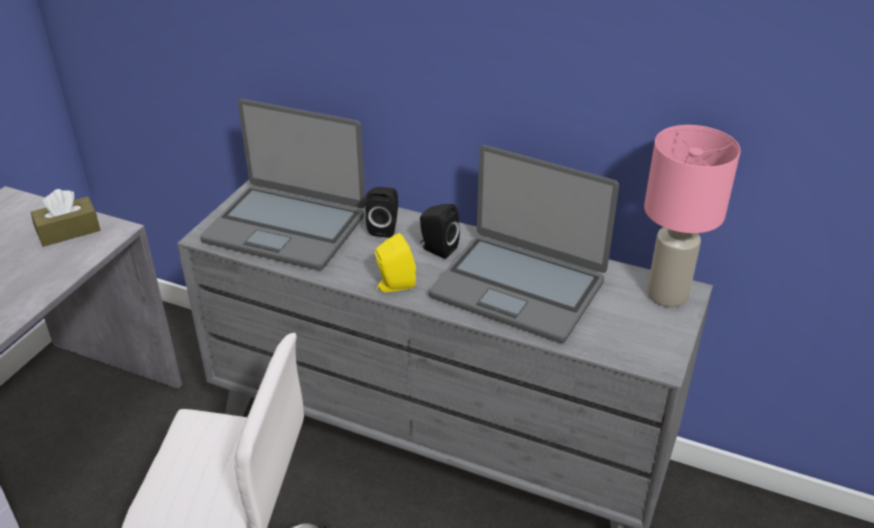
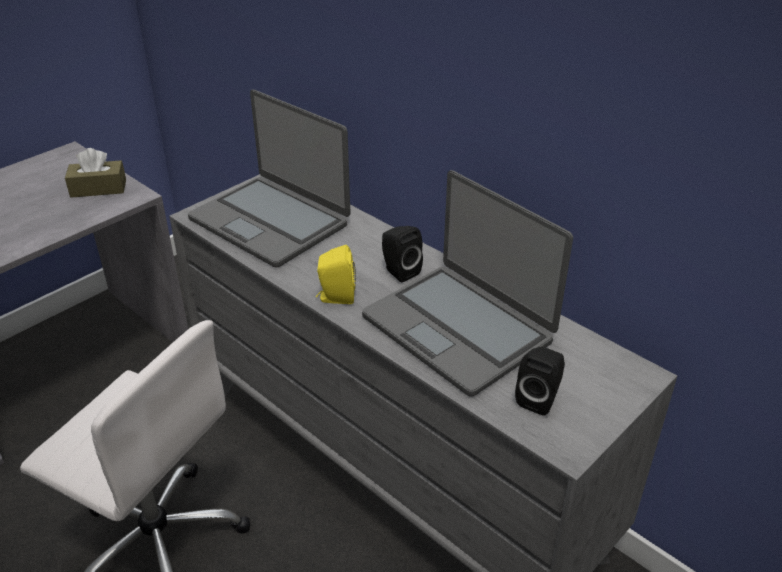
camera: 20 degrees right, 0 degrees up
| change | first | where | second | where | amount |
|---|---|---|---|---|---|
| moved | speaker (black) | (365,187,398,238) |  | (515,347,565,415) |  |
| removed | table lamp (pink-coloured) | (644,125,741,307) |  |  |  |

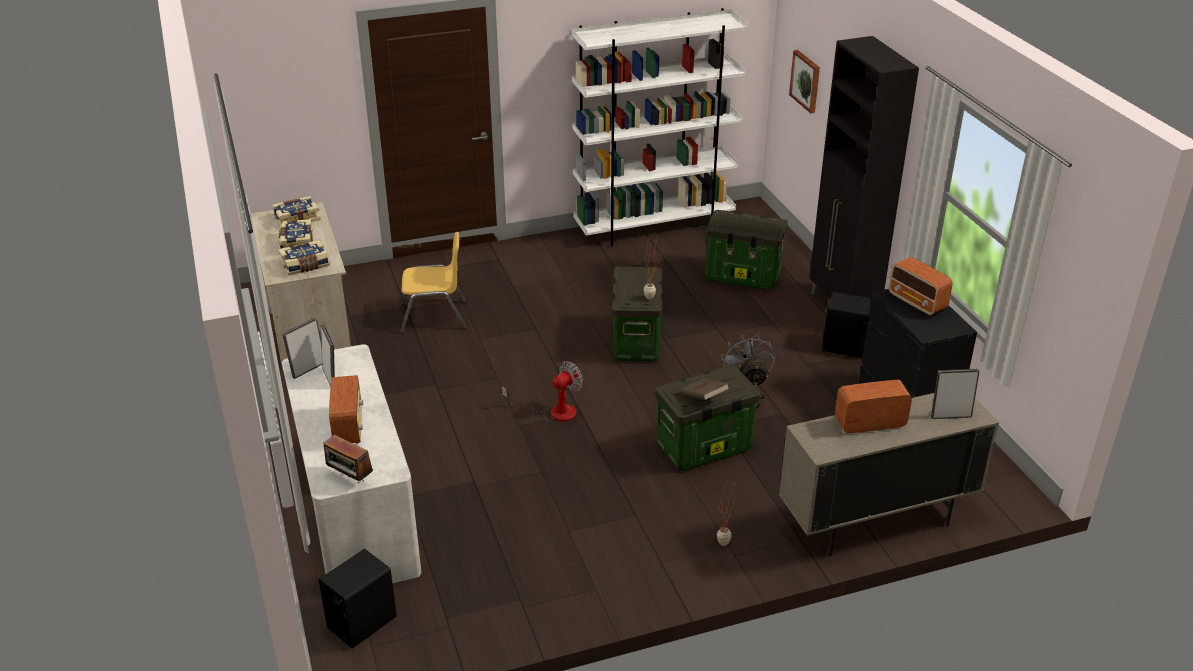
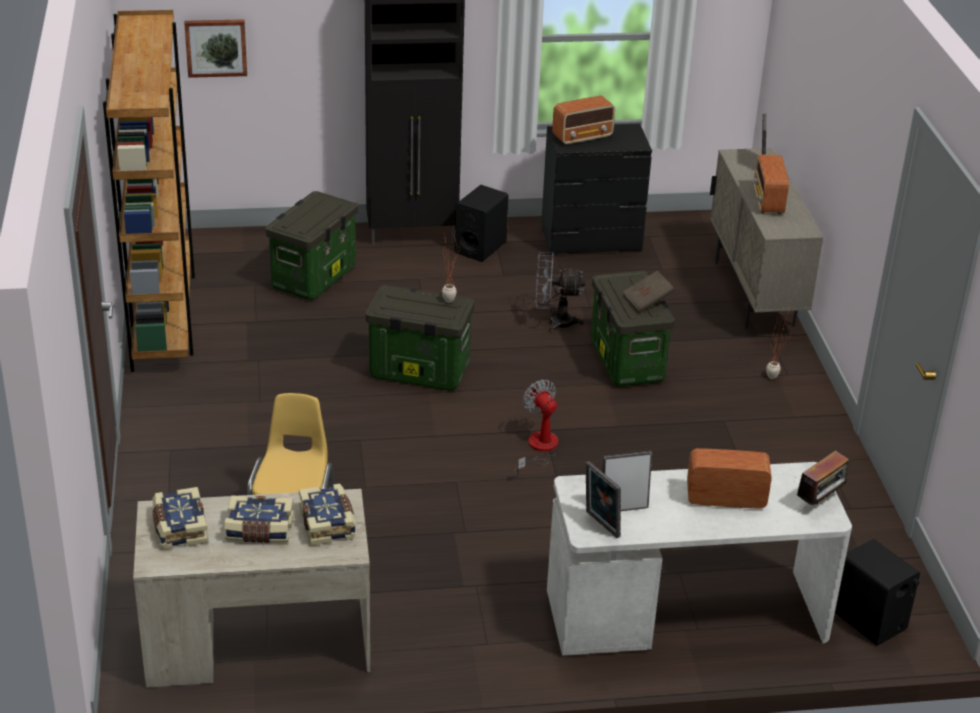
camera: 80 degrees left, 0 degrees up
| change | first | where | second | where | amount |
|---|---|---|---|---|---|
| recoloured | shelving unit (white-coloured) | (571,8,749,247) | shelving unit (brown-coloured) | (103,10,195,372) |  |

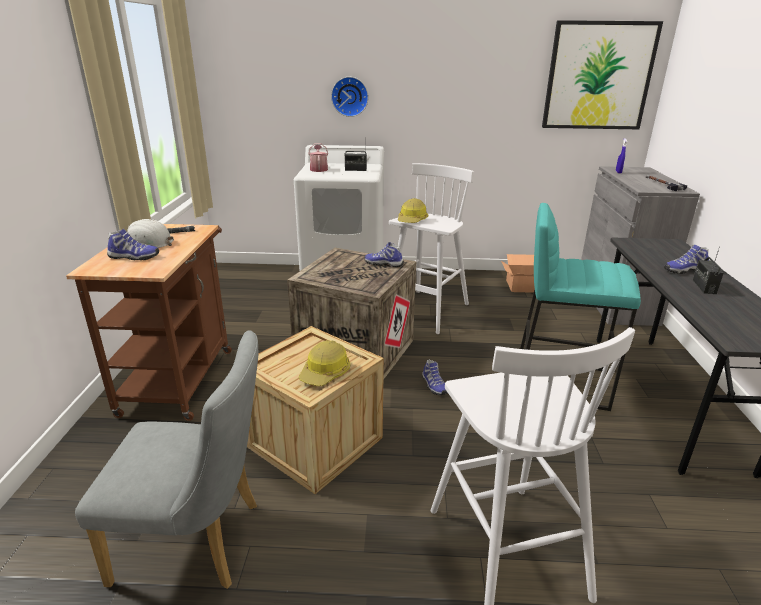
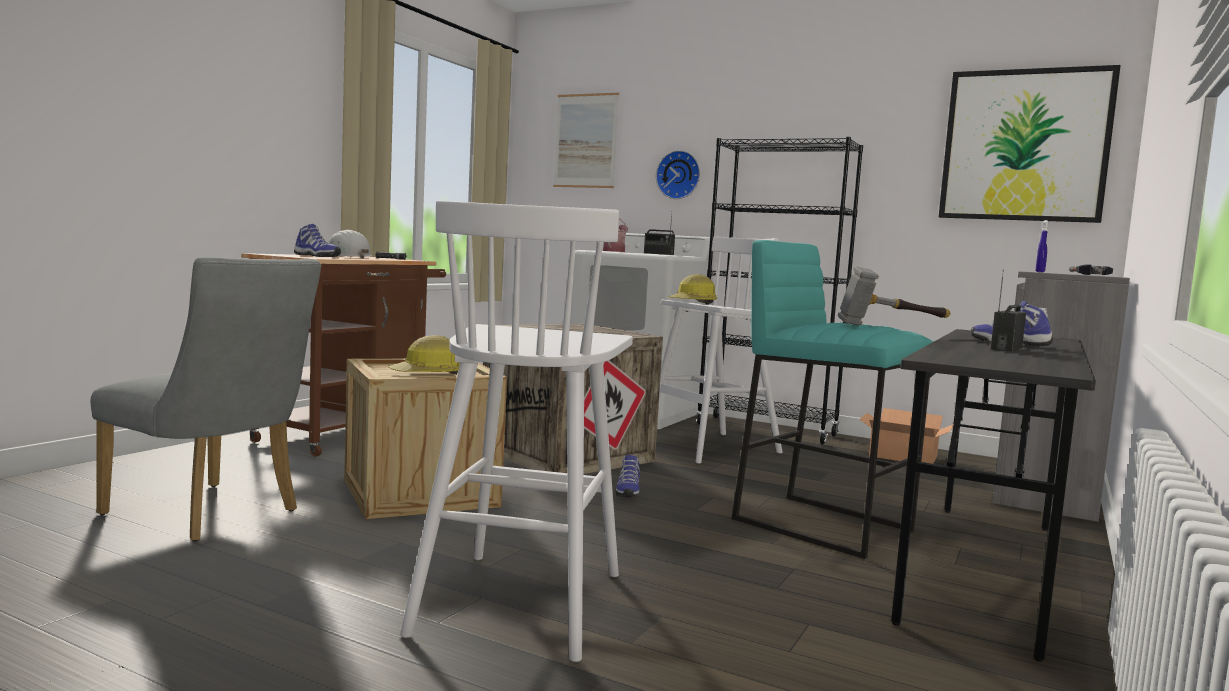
camera: 25 degrees right, 20 degrees down
| change | first | where | second | where | amount |
|---|---|---|---|---|---|
| removed | item of footwear | (364,242,404,267) |  |  |  |
| added |  |  | picture | (553,93,619,188) |  |
| added |  |  | shelving unit (black) | (696,137,863,445) |  |
| added |  |  | tool hammer | (838,267,950,325) |  |

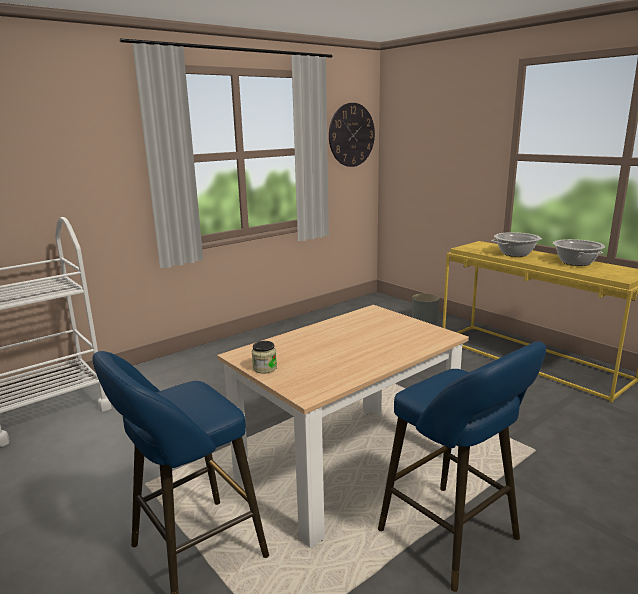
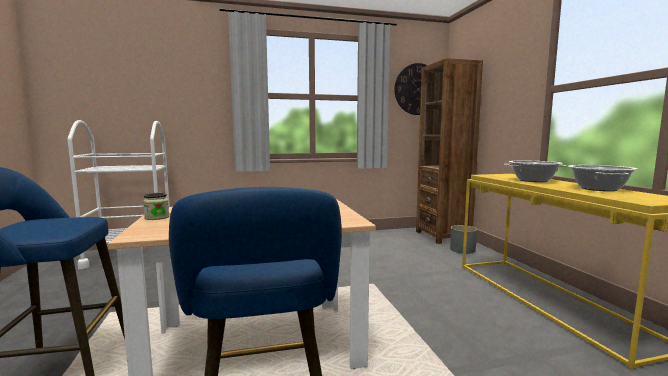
camera: 25 degrees right, 10 degrees down
| change | first | where | second | where | amount |
|---|---|---|---|---|---|
| added |  |  | shelving unit (brown-coloured) | (416,58,483,244) |  |

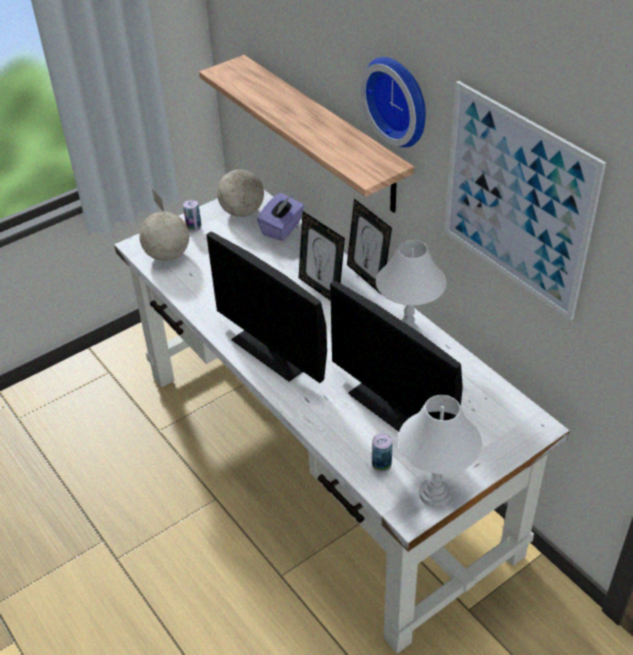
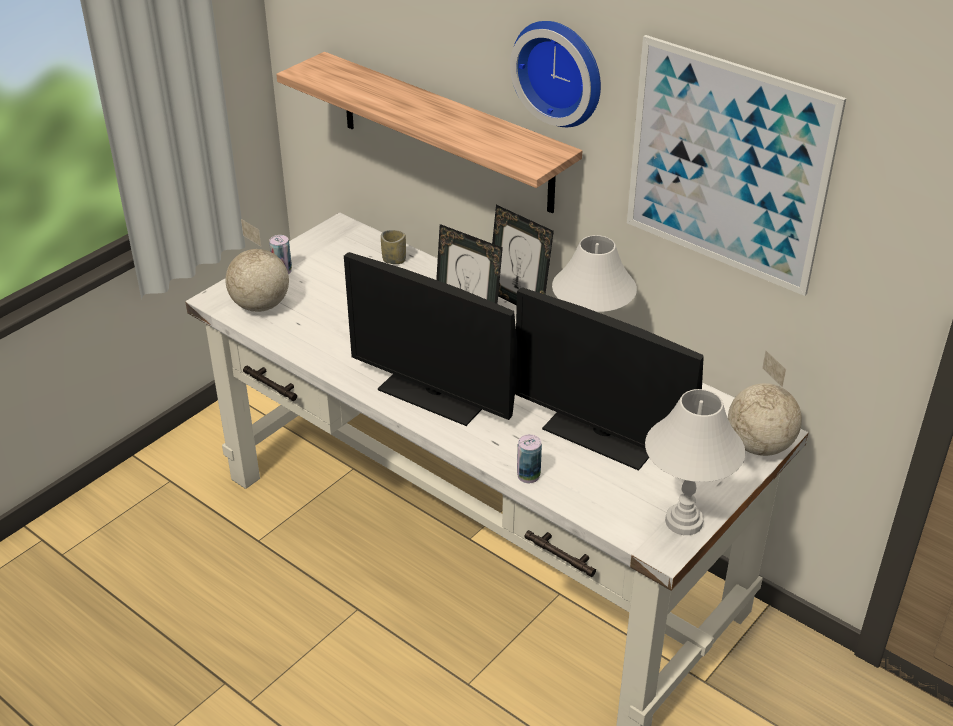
camera: 15 degrees left, 5 degrees down
| change | first | where | second | where | amount |
|---|---|---|---|---|---|
| moved | desk globe | (217,149,264,217) |  | (728,350,802,456) |  |
| replaced | tissue holder (purple-coloured) | (257,193,304,241) | small cup | (381,230,406,264) |  |
| moved | can | (372,433,392,473) |  | (517,434,542,483) |  |

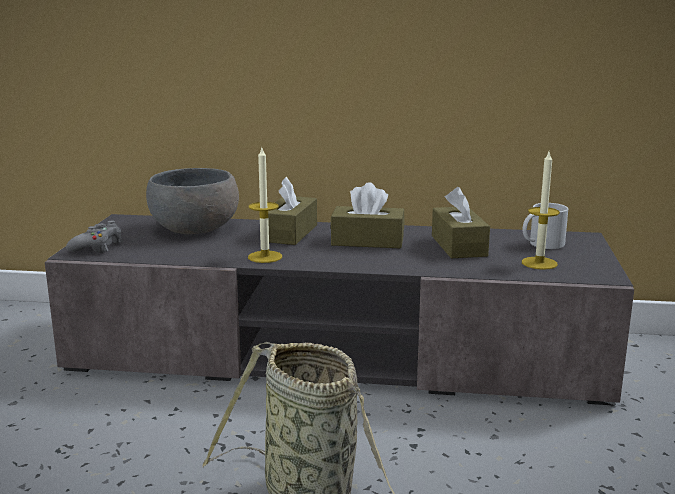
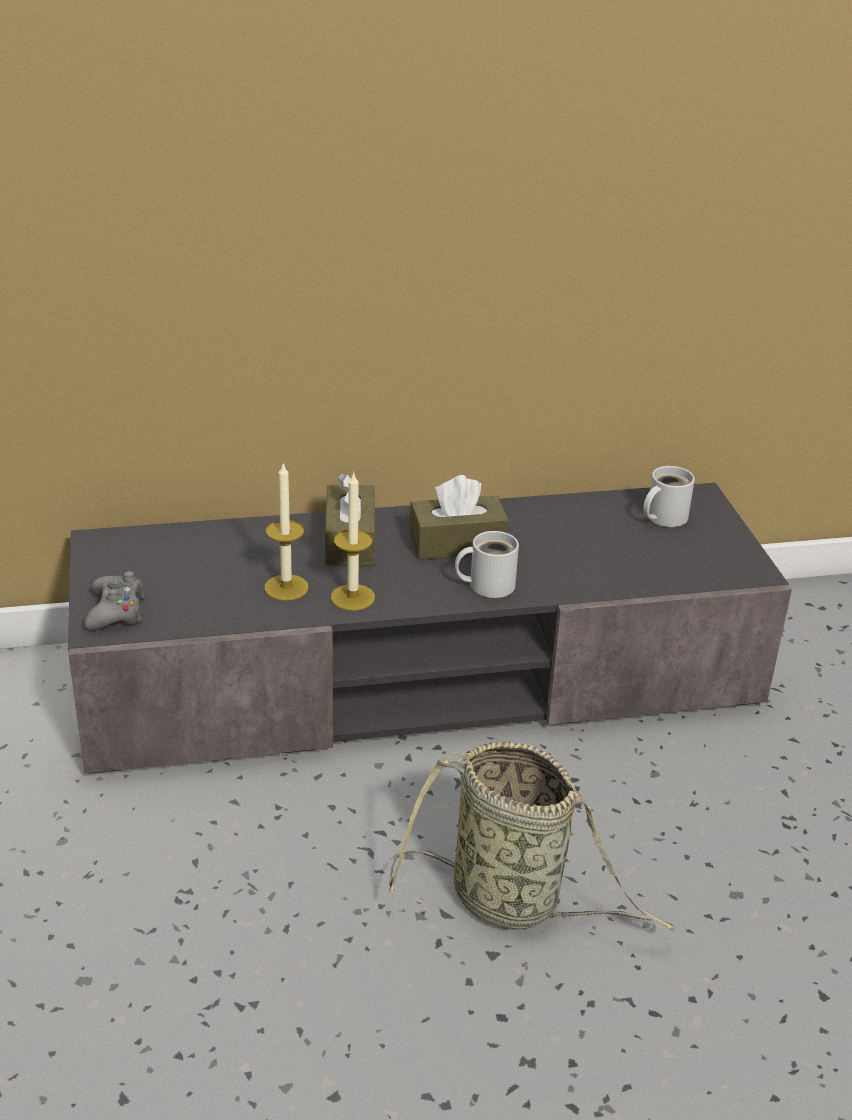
camera: 20 degrees left, 15 degrees up
| change | first | where | second | where | amount |
|---|---|---|---|---|---|
| removed | serving bowl (gray) | (146,168,239,234) |  |  |  |
| removed | tissue holder (brown-coloured) | (432,187,490,258) |  |  |  |
| moved | candle | (522,152,560,270) |  | (264,462,309,601) |  |
| added |  |  | mug (white-coloured) | (455,531,519,598) |  |

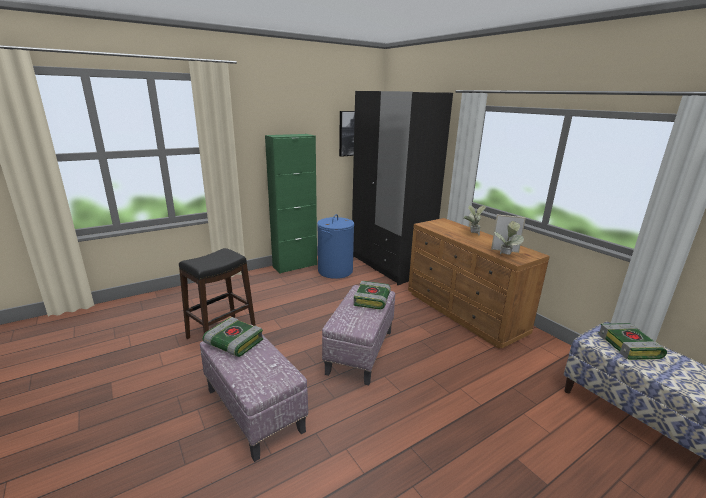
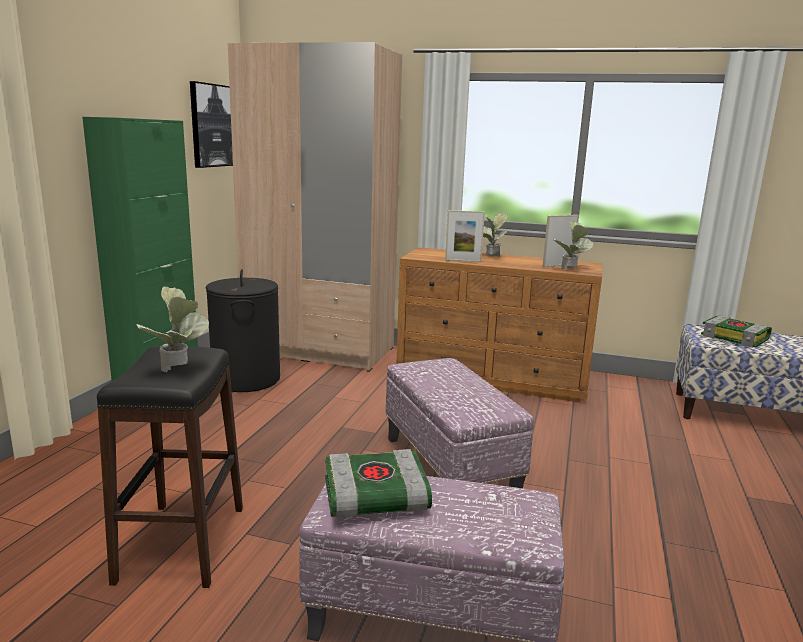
camera: 40 degrees left, 5 degrees down
| change | first | where | second | where | amount |
|---|---|---|---|---|---|
| recoloured | hamper (bluish) | (317,214,354,279) | hamper (black) | (206,269,280,392) |  |
| recoloured | wardrobe (black) | (352,91,453,285) | wardrobe (sand-coloured) | (227,42,402,372) |  |
| removed | book | (354,281,391,309) |  |  |  |
| added |  |  | potted plant | (136,286,209,372) |  |
| added |  |  | photo frame | (445,210,485,262) |  |

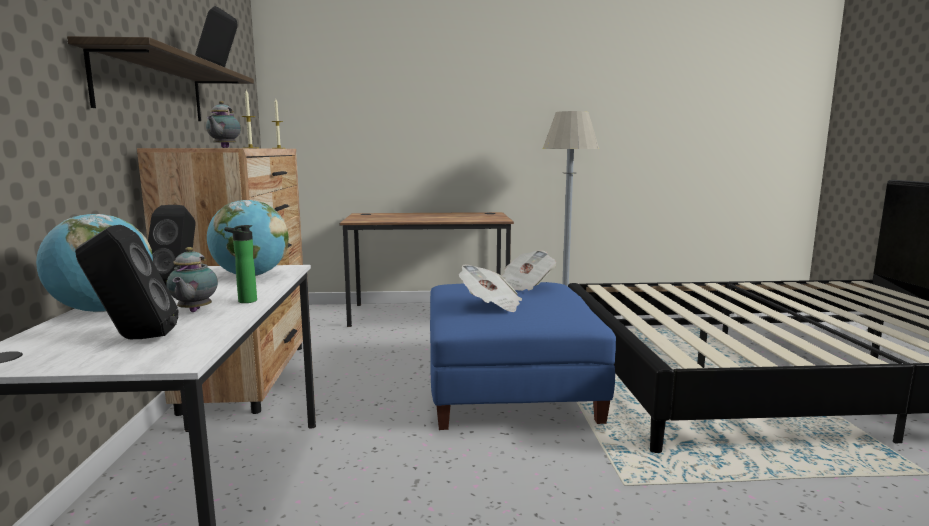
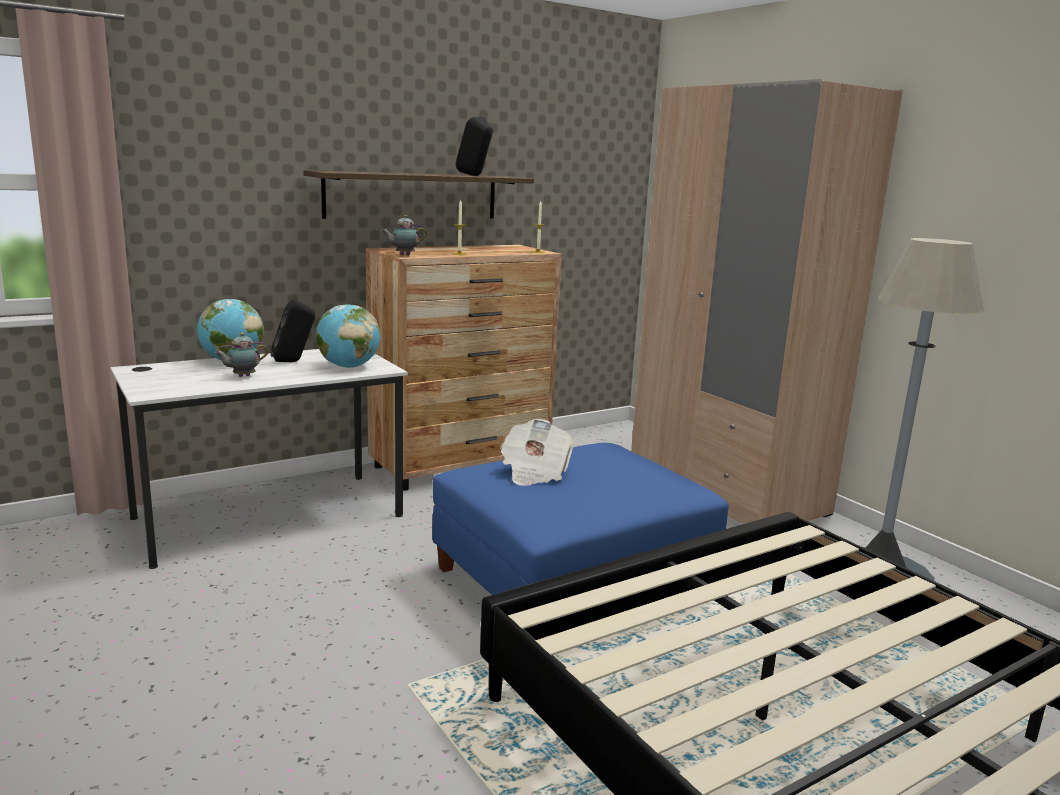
camera: 60 degrees right, 5 degrees up
| change | first | where | second | where | amount |
|---|---|---|---|---|---|
| removed | speaker (black) | (75,225,178,339) |  |  |  |
| removed | beverage bottle | (224,225,257,303) |  |  |  |
| replaced | desk (brown-coloured) | (340,212,514,327) | wardrobe (sand-coloured) | (631,79,903,524) |  |
| removed | printed paper | (502,250,556,291) |  |  |  |

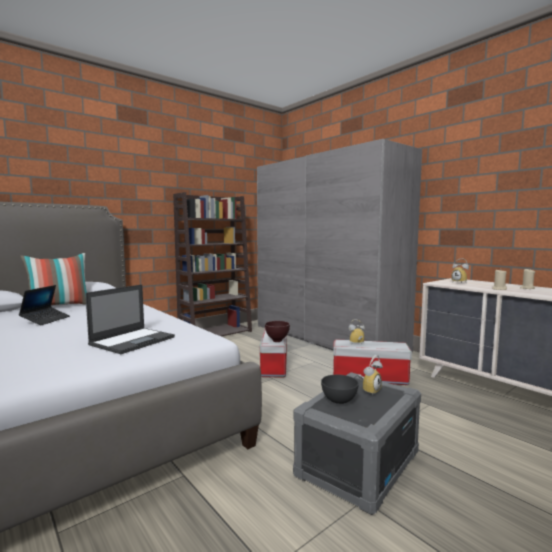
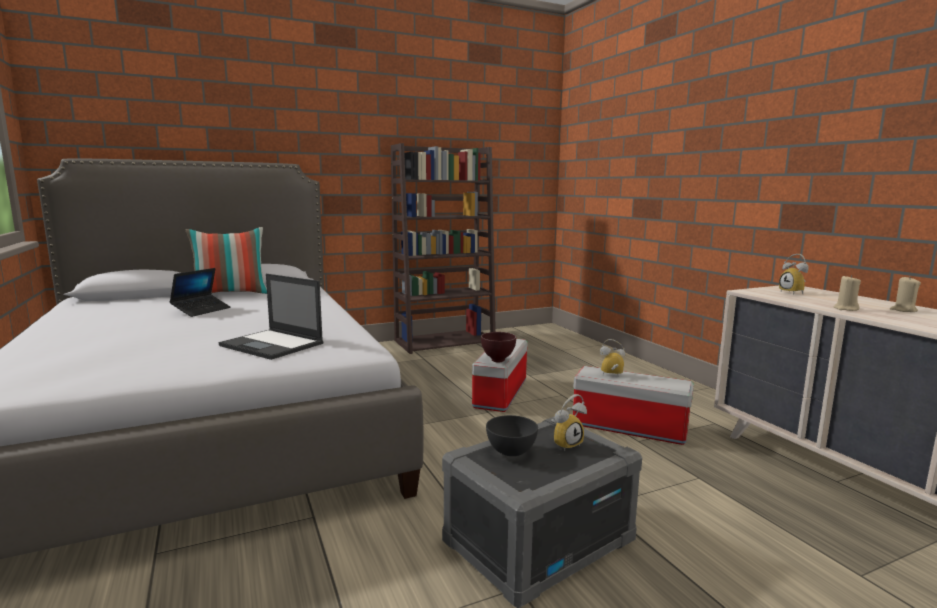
camera: 15 degrees right, 5 degrees up
| change | first | where | second | where | amount |
|---|---|---|---|---|---|
| turned | laptop | (85,284,175,354) |  | (219,274,323,360) | 75 degrees clockwise |
| removed | wardrobe (gray) | (257,139,422,352) |  |  |  |

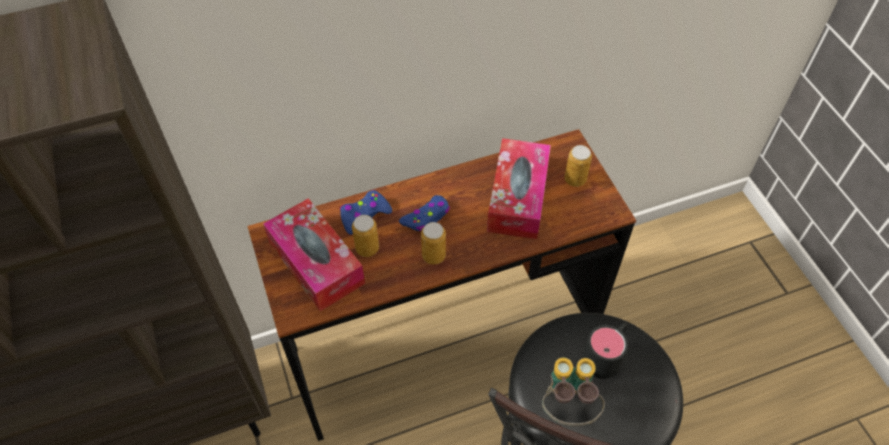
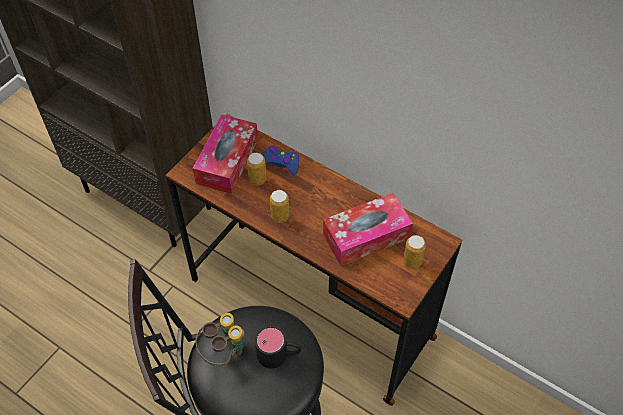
camera: 55 degrees right, 0 degrees up
| change | first | where | second | where | amount |
|---|---|---|---|---|---|
| removed | game controller (bluish) | (399,195,450,231) |  |  |  |

